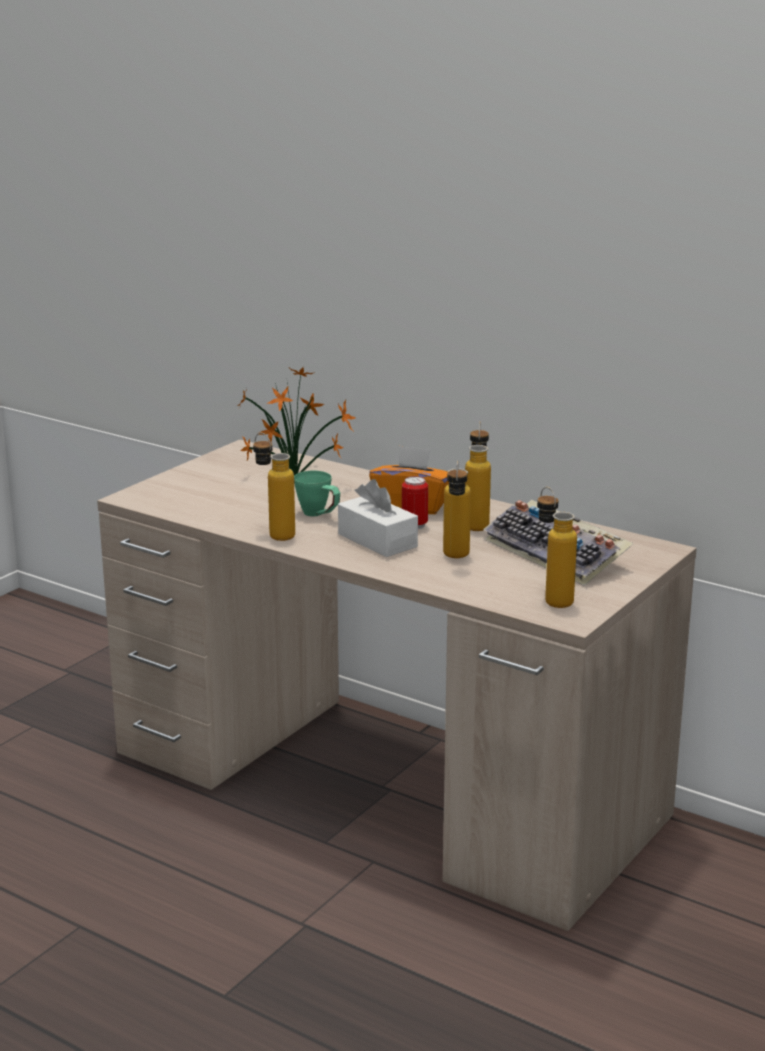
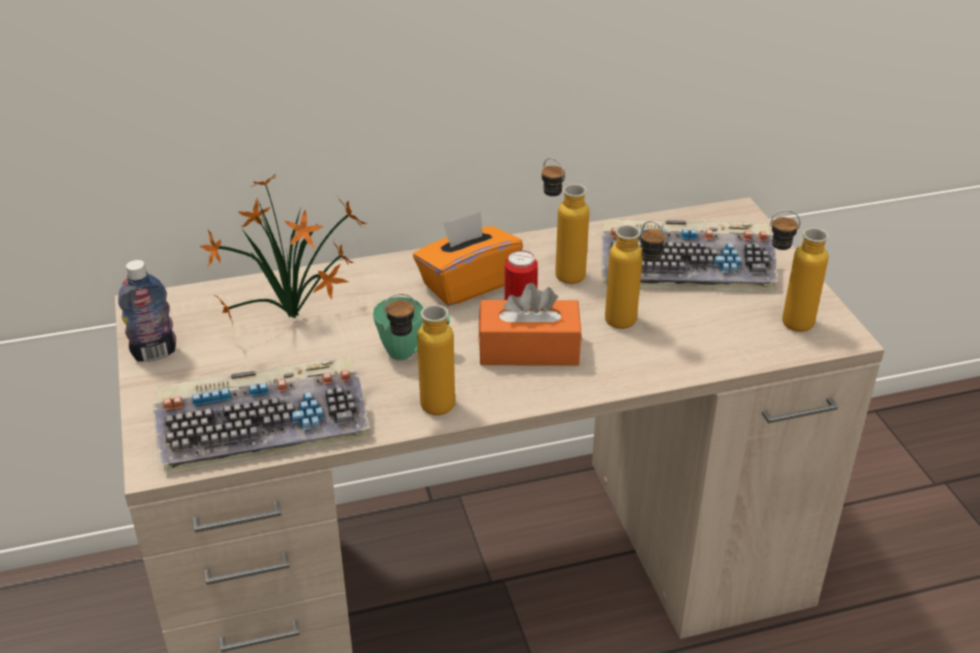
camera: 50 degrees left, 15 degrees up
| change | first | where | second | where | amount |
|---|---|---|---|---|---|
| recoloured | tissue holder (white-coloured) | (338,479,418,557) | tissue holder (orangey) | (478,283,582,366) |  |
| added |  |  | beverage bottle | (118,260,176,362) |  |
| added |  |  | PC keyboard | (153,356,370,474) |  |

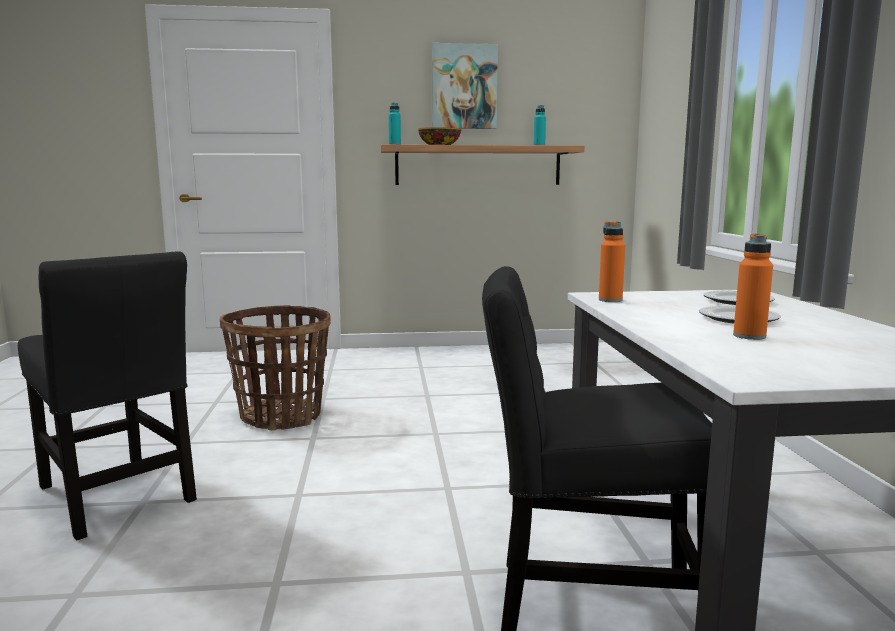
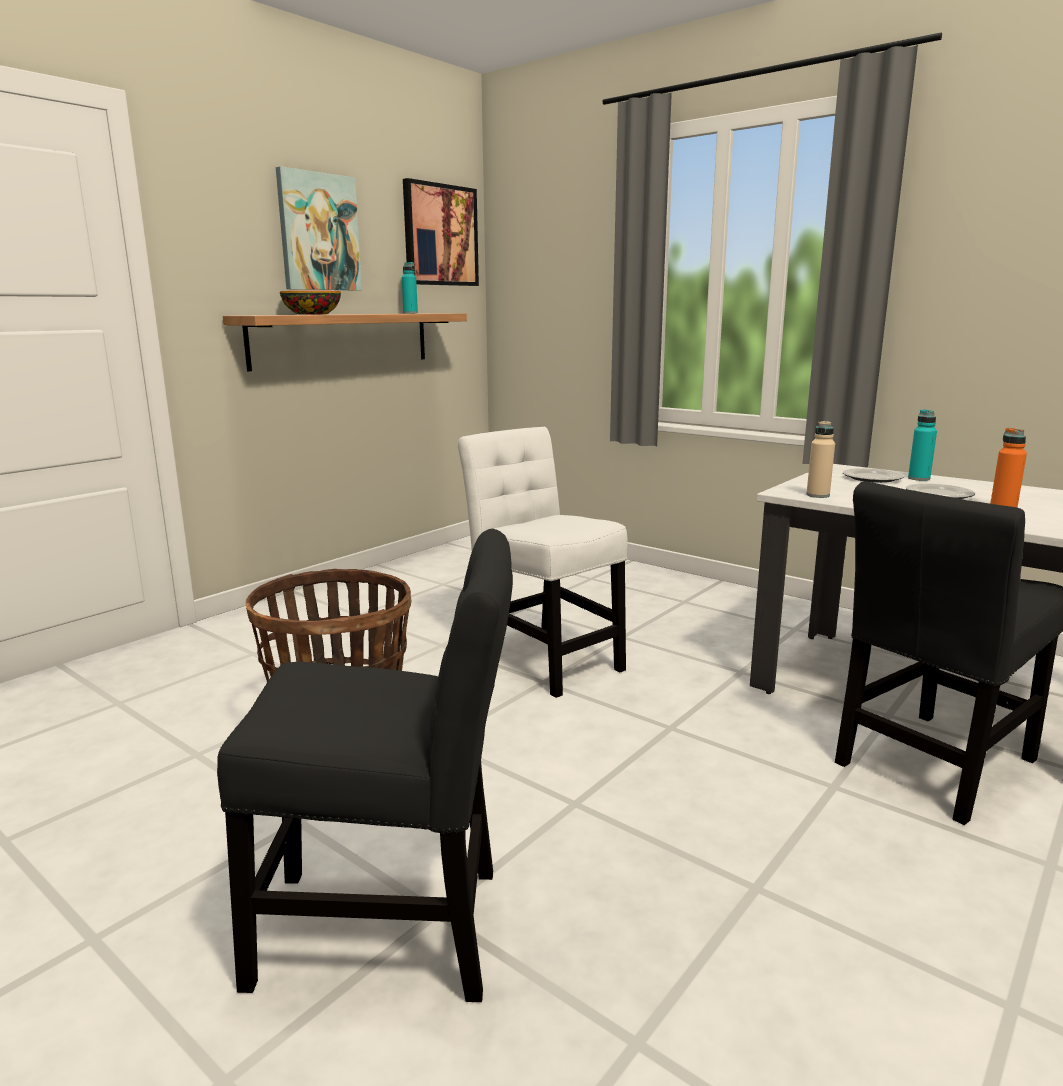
camera: 45 degrees left, 5 degrees up
| change | first | where | second | where | amount |
|---|---|---|---|---|---|
| moved | beverage bottle (blue-green) | (388,103,401,145) |  | (908,409,937,481) |  |
| recoloured | beverage bottle (orangey) | (599,221,625,302) | beverage bottle (sand-coloured) | (806,421,835,498) |  |
| added |  |  | picture | (403,178,479,286) |  |
| added |  |  | upright chair (white-coloured) | (458,427,628,698) |  |

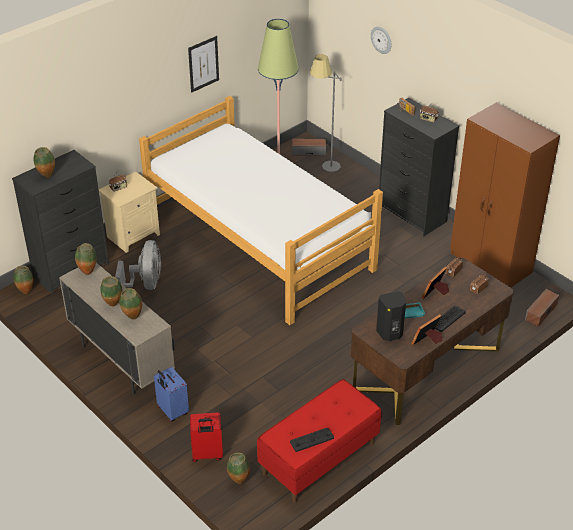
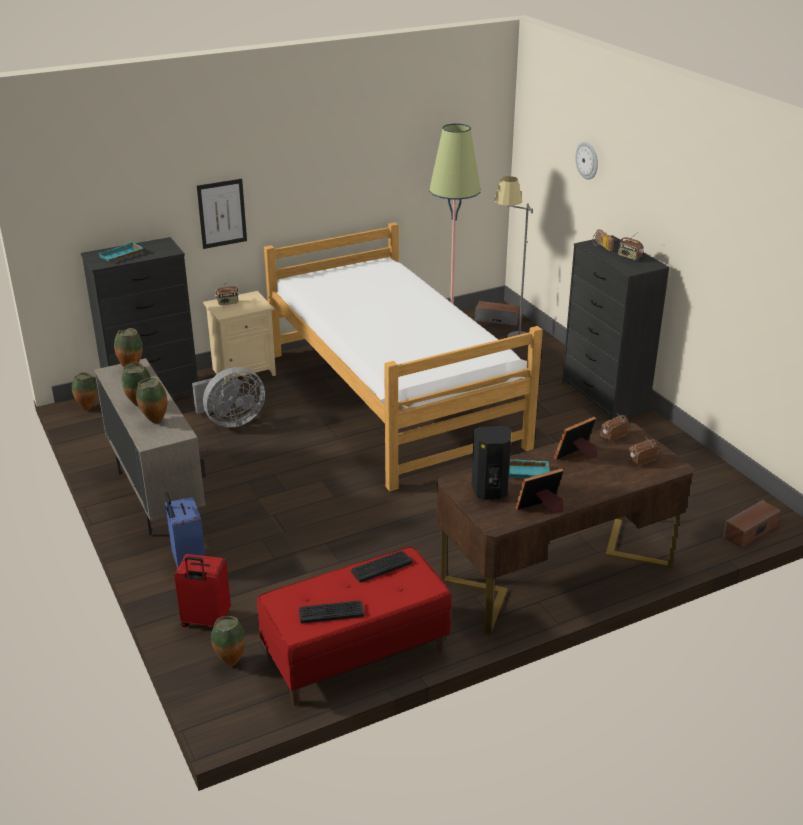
camera: 15 degrees right, 10 degrees down
| change | first | where | second | where | amount |
|---|---|---|---|---|---|
| replaced | flower vase | (33,147,55,178) | carrying tray (blue-green) | (98,242,143,262) |  |
| turned | electric fan (gray) | (115,240,161,290) |  | (192,367,265,428) | 45 degrees clockwise |
| moved | picture | (188,36,219,93) |  | (197,179,247,249) |  |
| moved | PC keyboard | (435,306,466,332) |  | (351,551,412,582) |  |
| removed | wardrobe (brown-coloured) | (450,102,560,288) |  |  |  |

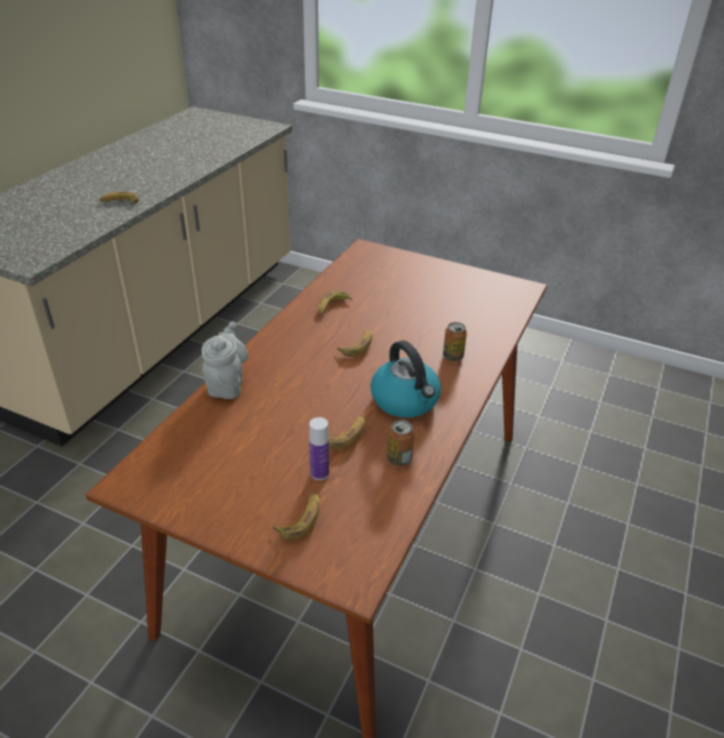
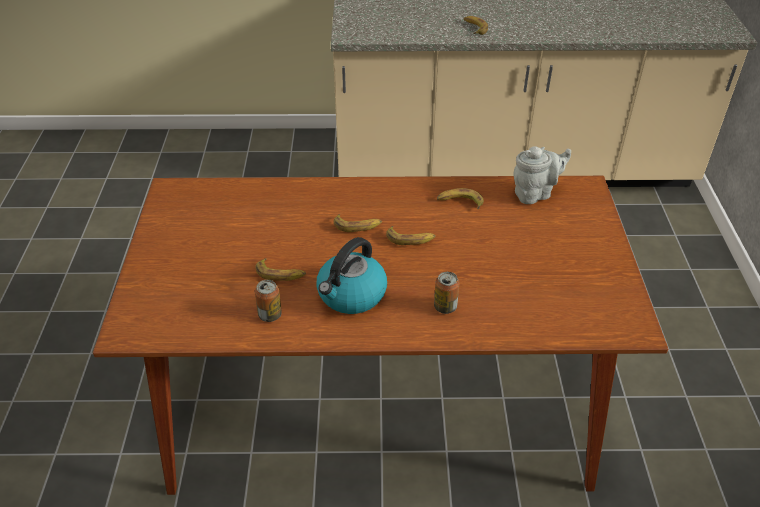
camera: 65 degrees right, 5 degrees up
| change | first | where | second | where | amount |
|---|---|---|---|---|---|
| moved | teapot (gray) | (201,322,248,399) |  | (514,146,571,204) |  |
| moved | banana fruit | (273,493,320,540) |  | (334,214,382,232) |  |
| removed | beverage bottle | (309,417,329,480) |  |  |  |

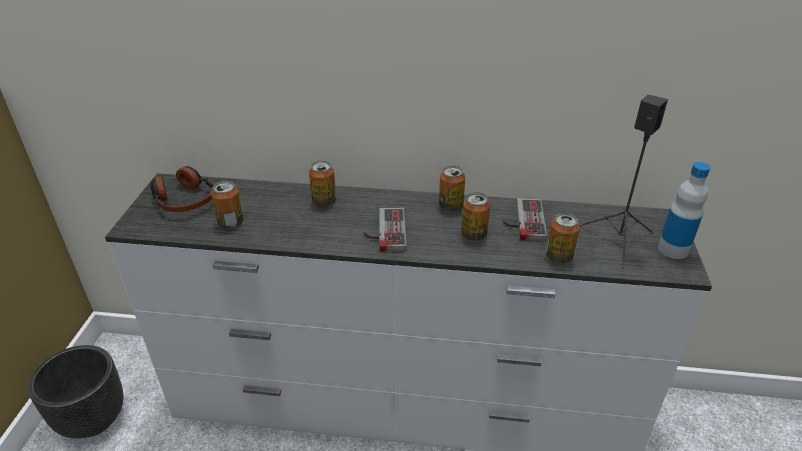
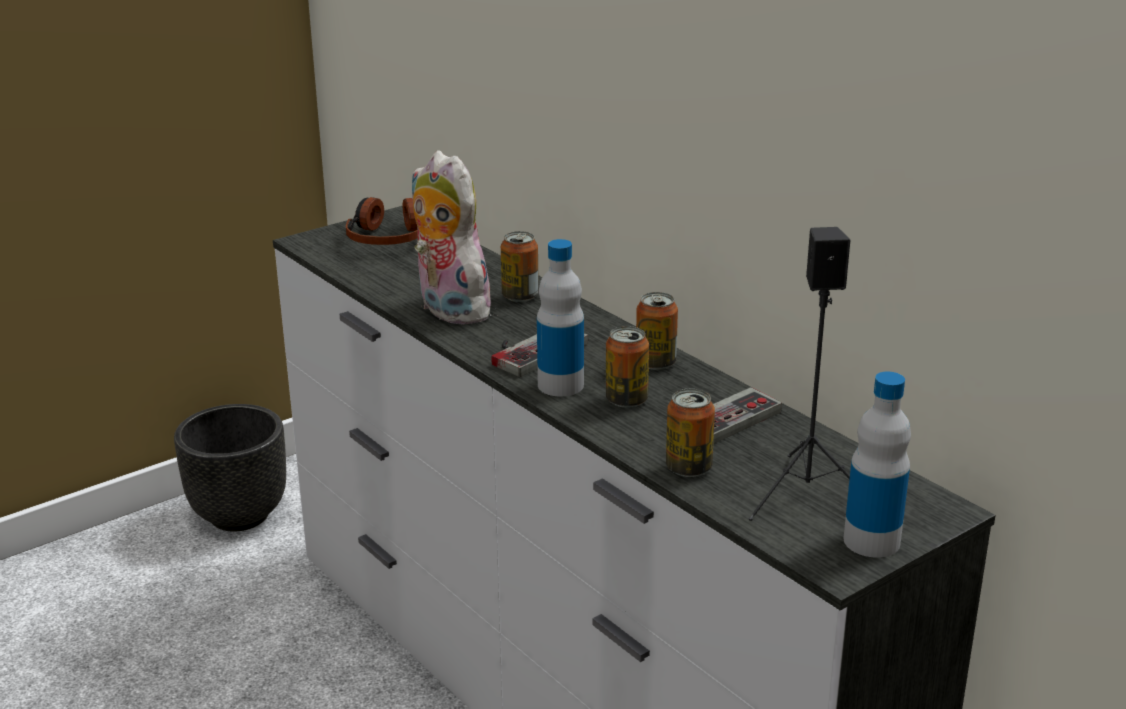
camera: 45 degrees right, 10 degrees down
| change | first | where | second | where | amount |
|---|---|---|---|---|---|
| removed | can | (211,181,243,229) |  |  |  |
| added |  |  | soft toy | (412,151,494,325) |  |
| added |  |  | beverage bottle | (537,239,584,396) |  |

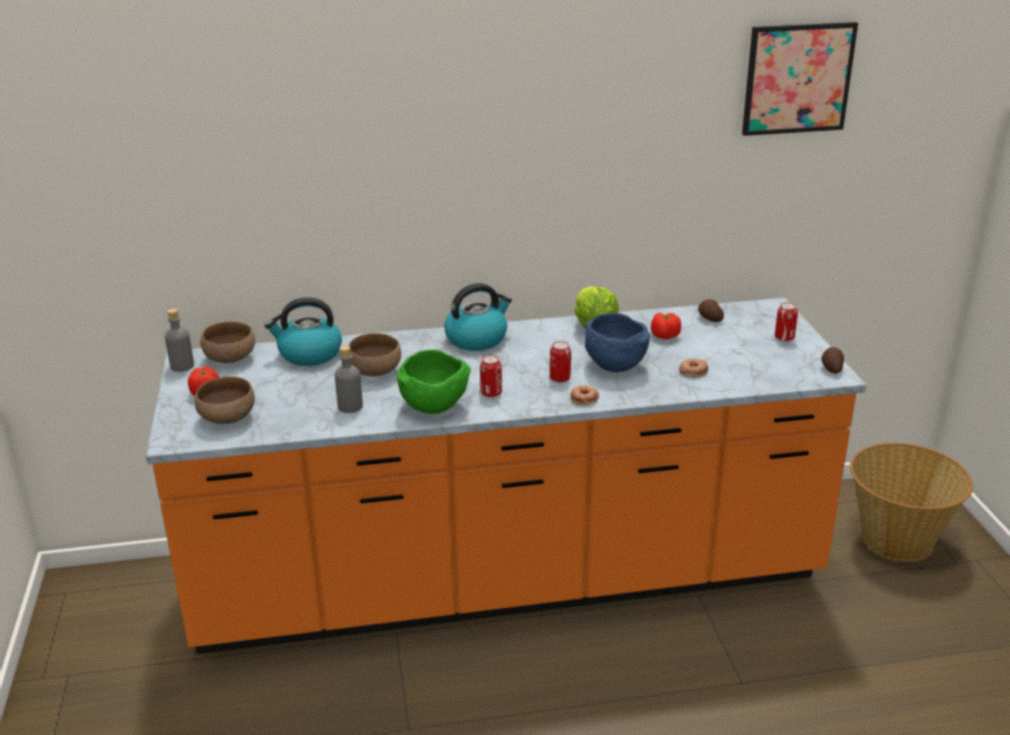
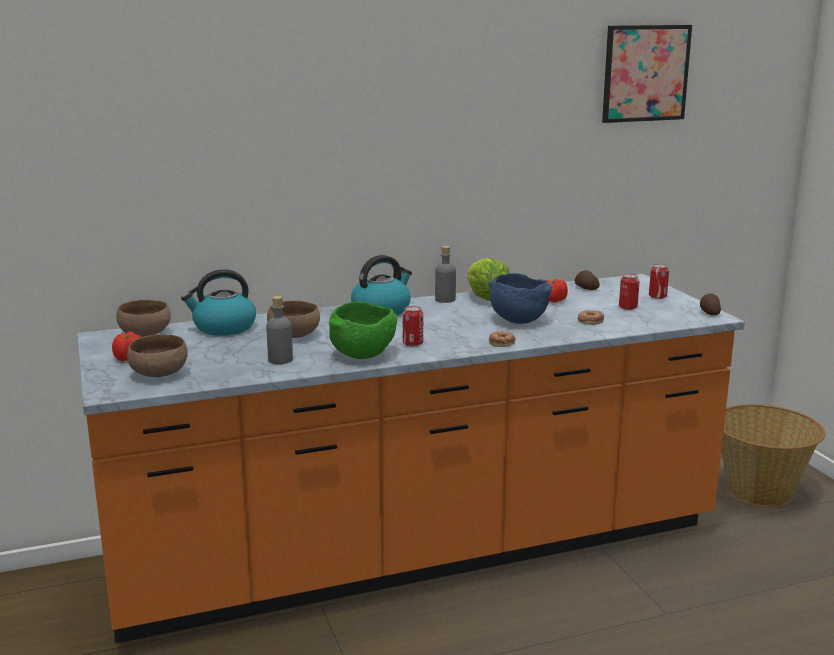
camera: 10 degrees left, 10 degrees down
| change | first | where | second | where | amount |
|---|---|---|---|---|---|
| moved | beverage bottle (gray) | (165,308,194,372) |  | (435,246,456,303) |  |
| moved | can | (550,341,571,383) |  | (619,274,639,310) |  |

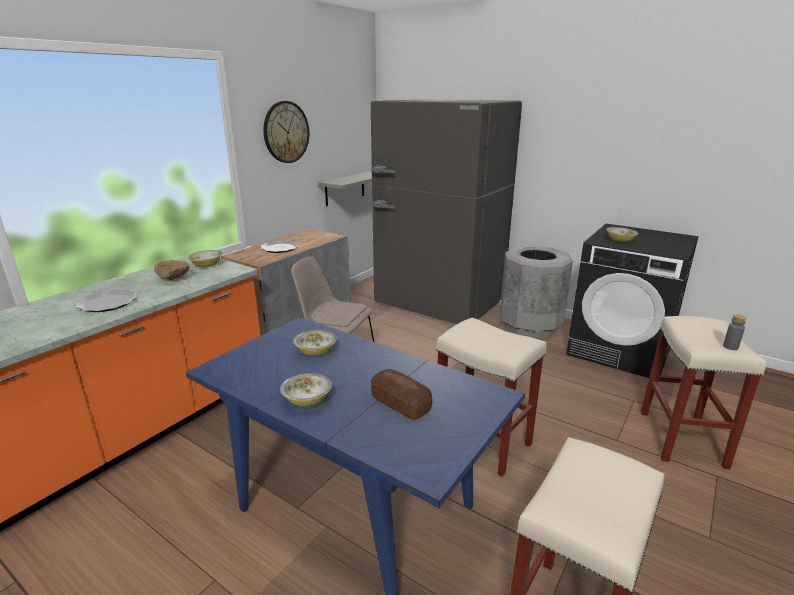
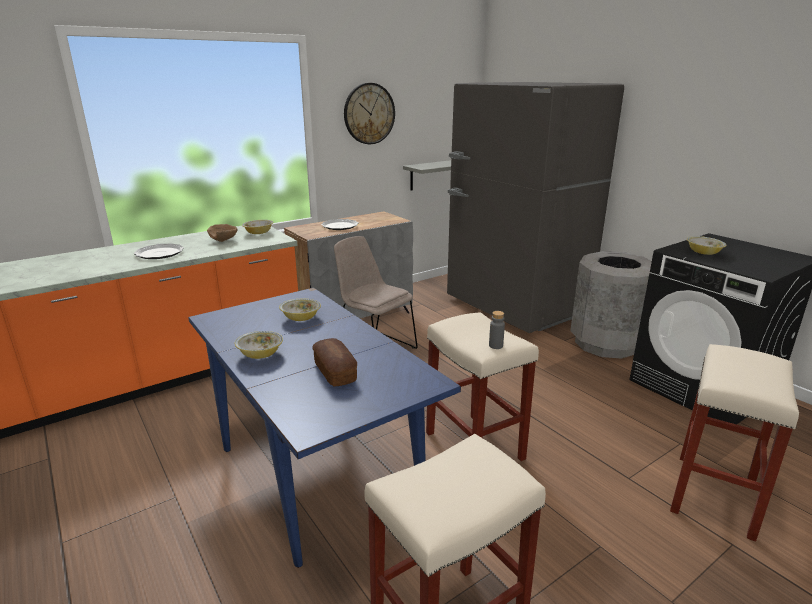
camera: 20 degrees right, 0 degrees up
| change | first | where | second | where | amount |
|---|---|---|---|---|---|
| moved | beverage bottle (gray) | (723,314,746,350) |  | (489,311,505,349) |  |

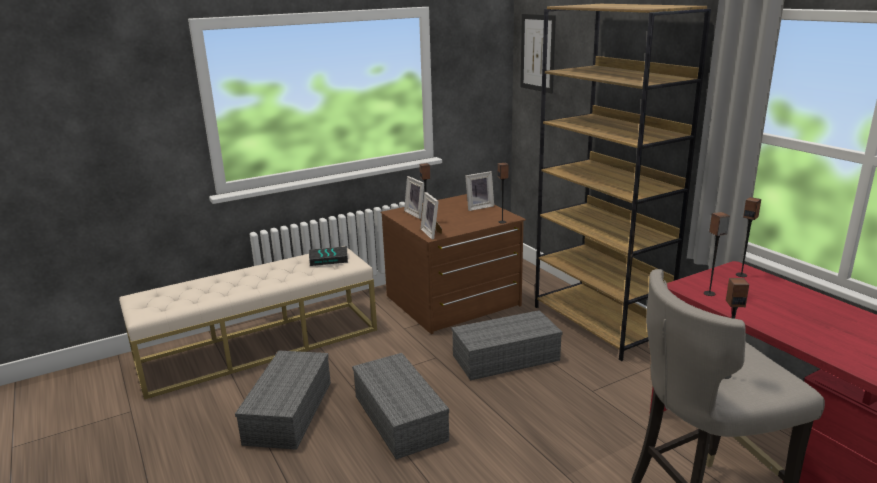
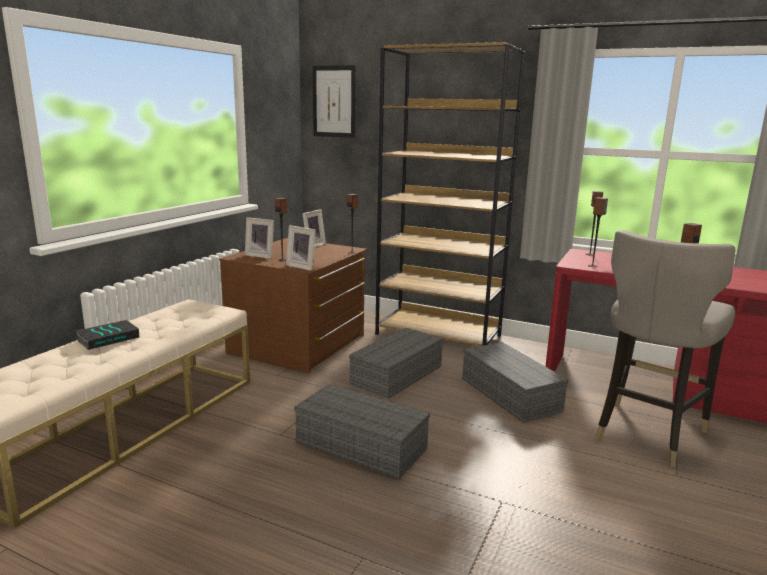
camera: 35 degrees left, 5 degrees down
| change | first | where | second | where | amount |
|---|---|---|---|---|---|
| moved | storage box (gray) | (235,350,331,450) |  | (462,342,569,422) |  |
| moved | book | (309,246,348,266) |  | (75,320,139,350) |  |

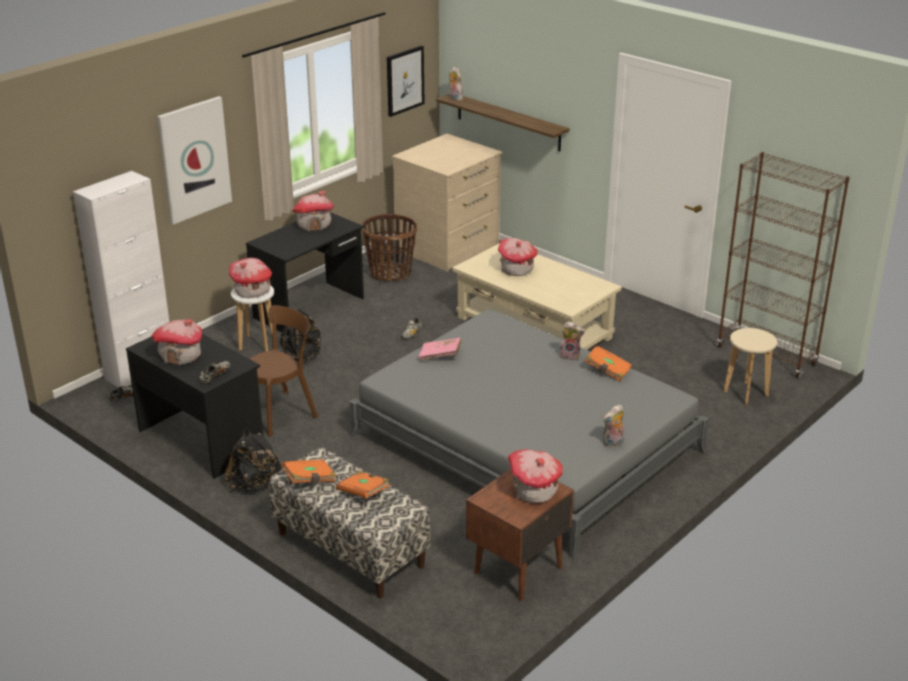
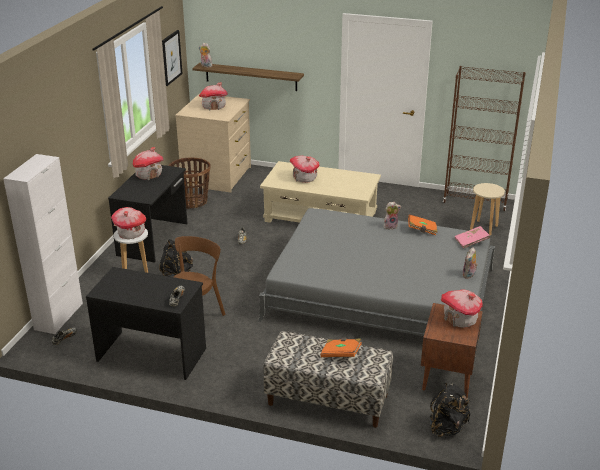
camera: 25 degrees left, 0 degrees up
| change | first | where | second | where | amount |
|---|---|---|---|---|---|
| moved | toy house | (152,319,202,366) |  | (199,82,227,110) |  |
| removed | picture | (157,96,232,224) |  |  |  |
| moved | backpack (black) | (225,428,281,492) |  | (430,383,470,437) |  |
| removed | book (orangey) | (281,460,337,484) |  |  |  |
| moved | book (pink-coloured) | (418,338,462,361) |  | (455,226,490,249) |  |

